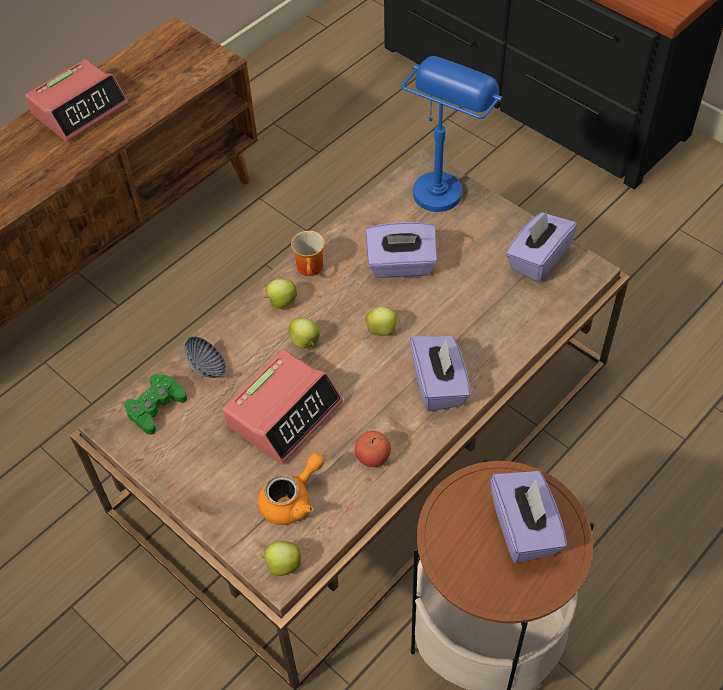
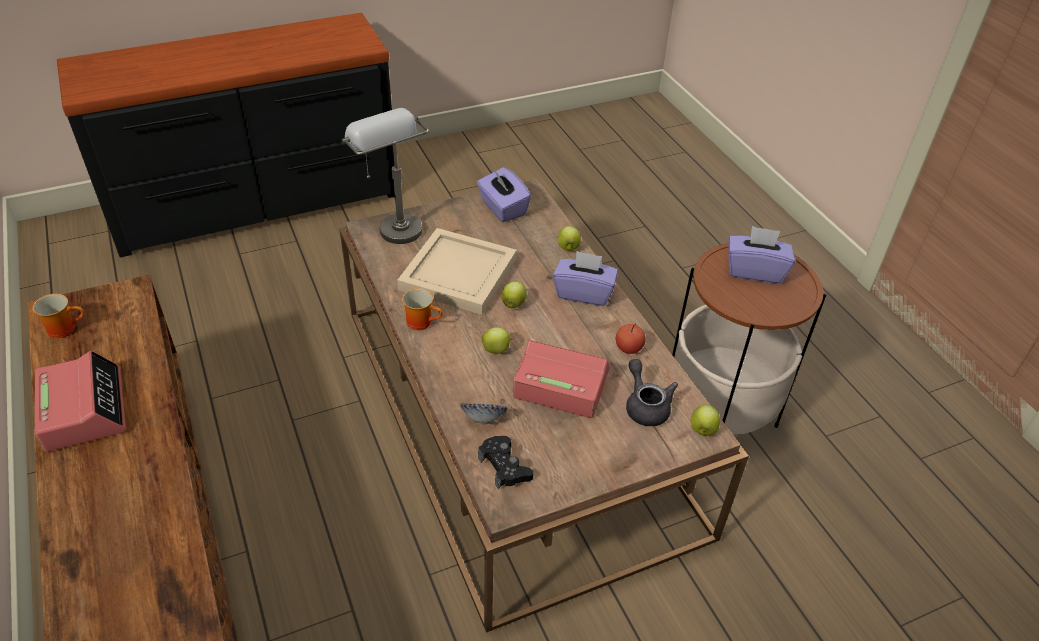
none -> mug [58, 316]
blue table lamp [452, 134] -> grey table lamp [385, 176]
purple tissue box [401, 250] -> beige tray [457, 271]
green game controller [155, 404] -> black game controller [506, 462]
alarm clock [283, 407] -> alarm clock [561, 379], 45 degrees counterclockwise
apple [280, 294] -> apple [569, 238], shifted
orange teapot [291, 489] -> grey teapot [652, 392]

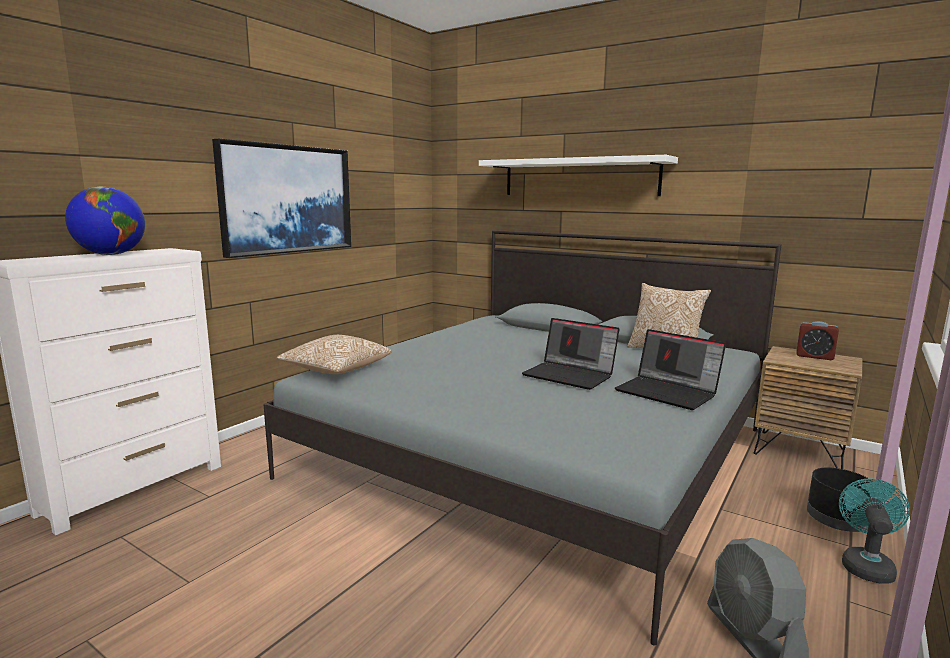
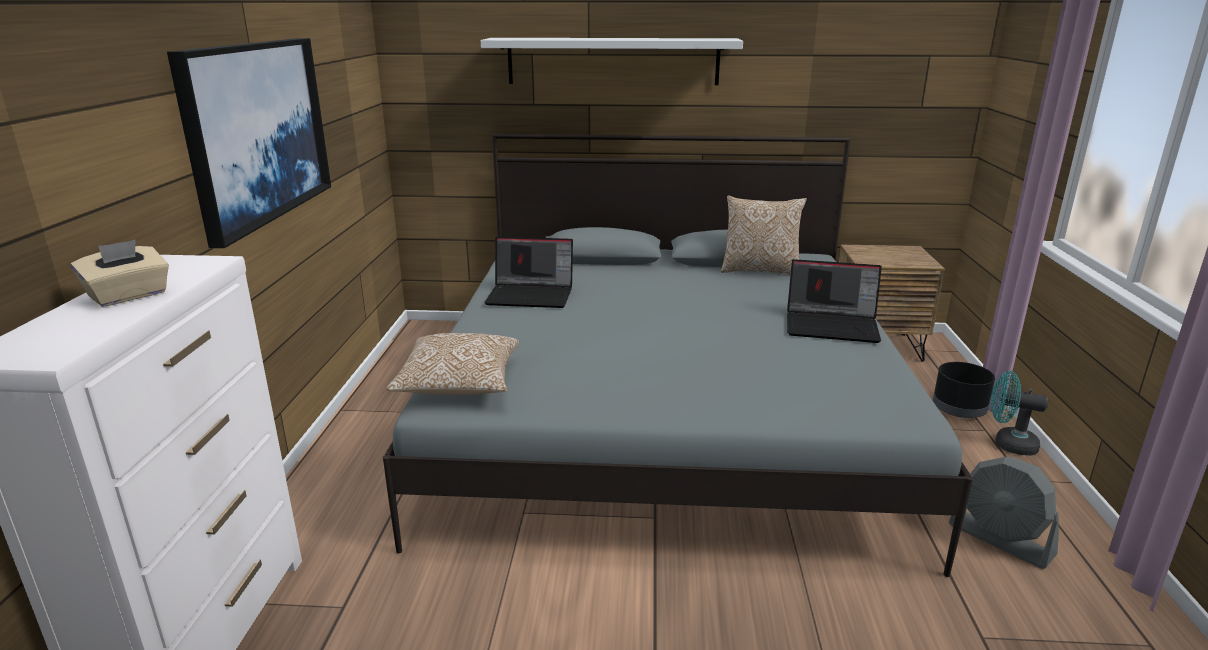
globe [105, 221] -> beige tissue box [120, 273]
laptop [571, 354] -> laptop [528, 272], shifted
turquoise fan [874, 531] -> turquoise fan [1019, 413], 60 degrees counterclockwise
alarm clock [817, 340] -> none

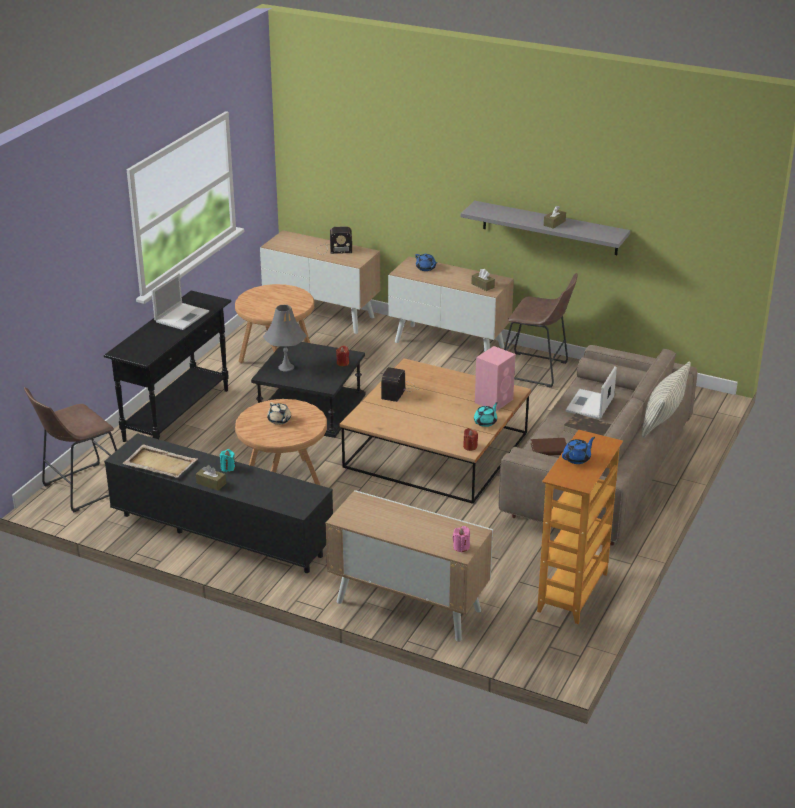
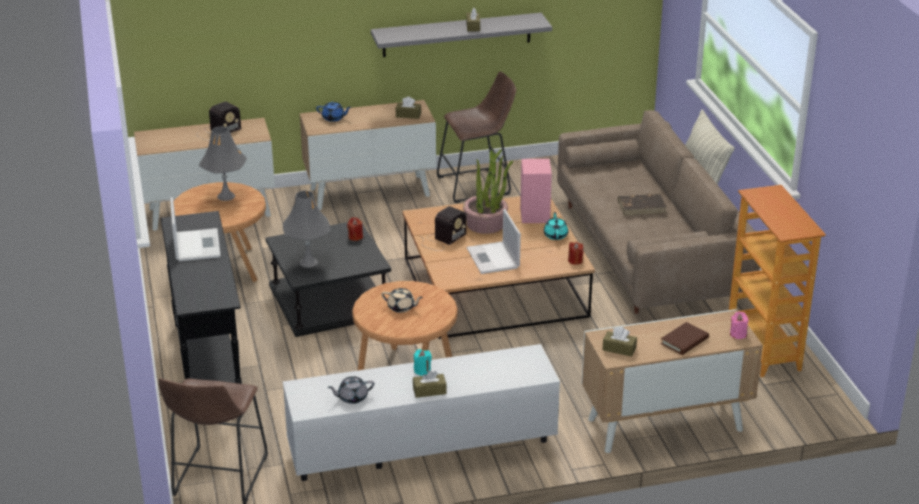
none -> grey table lamp [223, 163]
black tv stand [218, 503] -> white tv stand [421, 412]
beige tray [160, 461] -> grey teapot [351, 390]
radio [399, 384] -> radio [443, 228], 120 degrees counterclockwise
none -> potted plant [488, 191]
laptop [591, 392] -> laptop [494, 241], shifted
none -> brown tissue box [619, 342]
brown book [548, 447] -> brown book [684, 338], shifted
blue teapot [578, 450] -> none

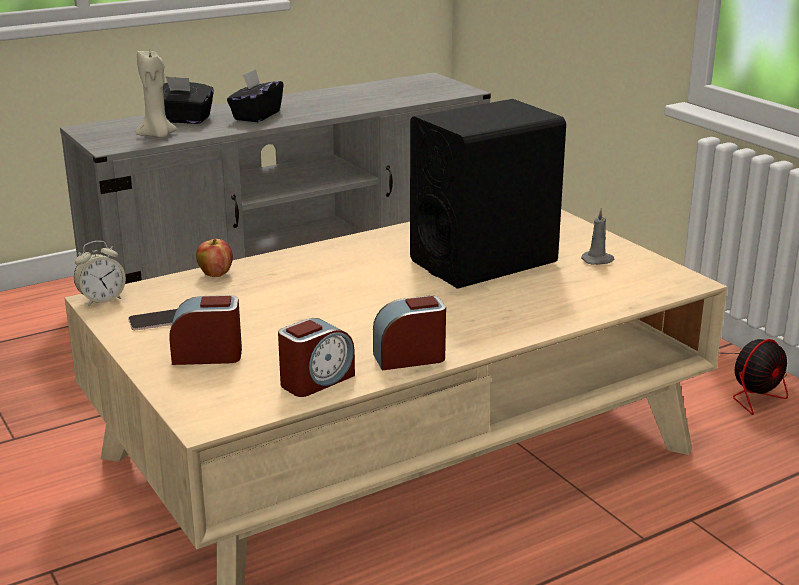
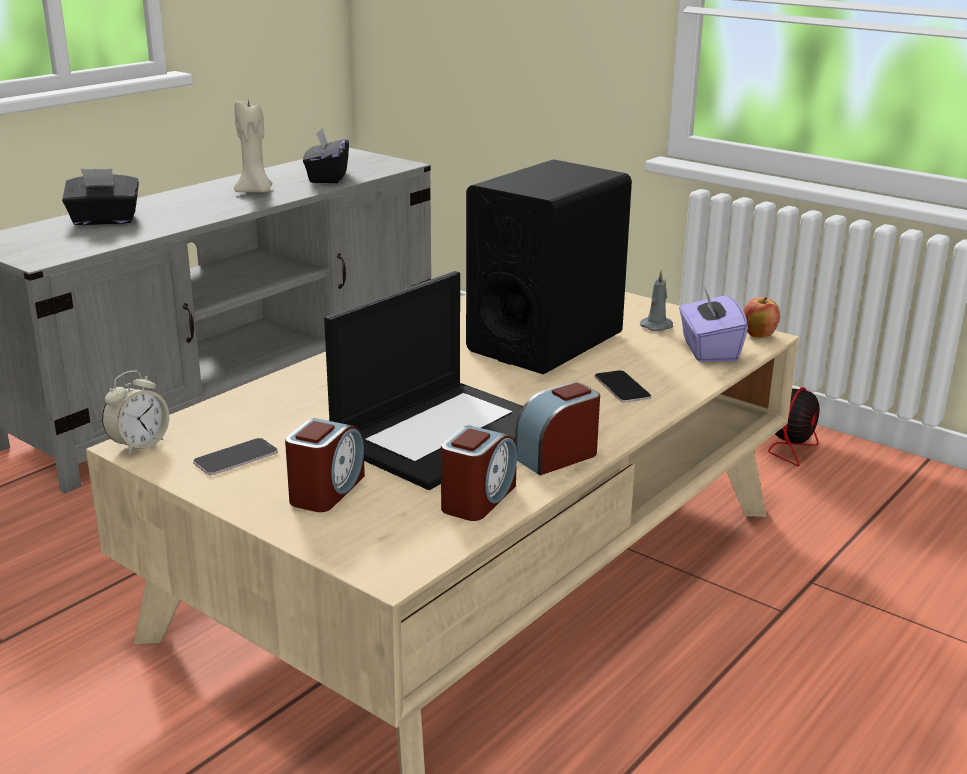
beige candle [156, 94] -> beige candle [253, 145], shifted
alarm clock [205, 330] -> alarm clock [325, 465], 135 degrees clockwise
black tissue box [255, 95] -> black tissue box [326, 155], shifted
none -> laptop [423, 380]
none -> phone [623, 386]
none -> purple tissue box [713, 323]
apple [214, 258] -> apple [761, 317], shifted

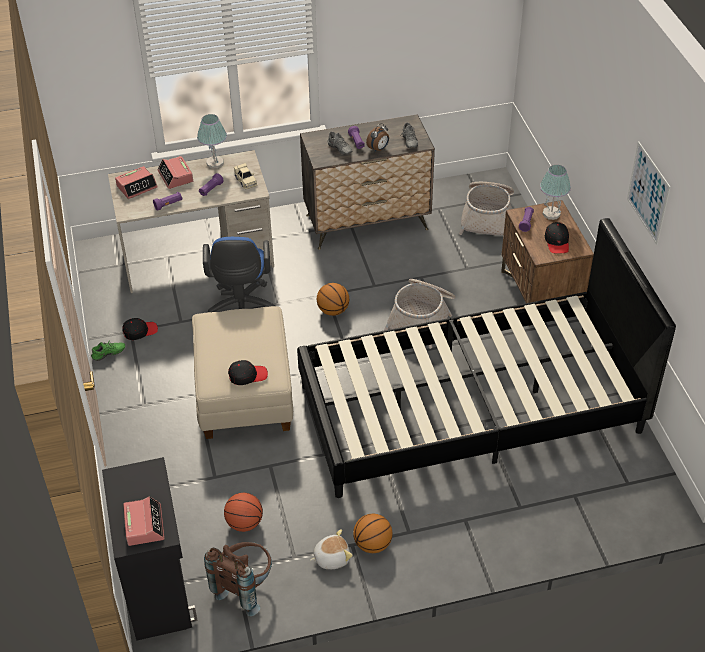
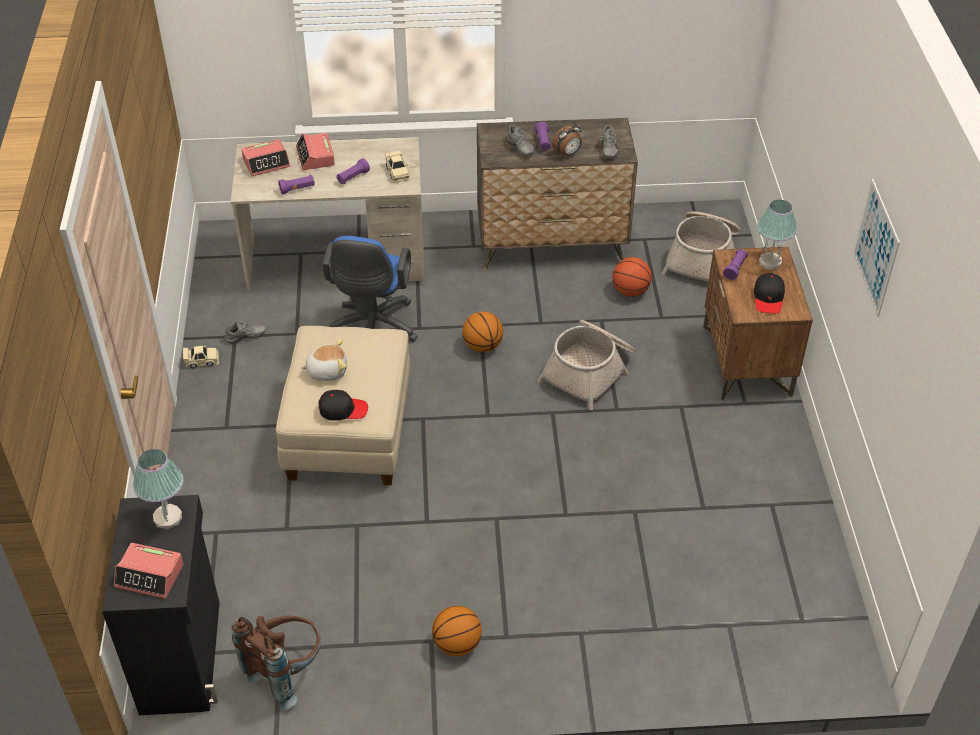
alarm clock [143, 521] -> alarm clock [148, 571], 105 degrees clockwise
table lamp [212, 141] -> table lamp [158, 489], shifted
green shoe [108, 351] -> beige toy car [201, 356]
black cap [140, 329] -> grey shoe [245, 332]
plush toy [331, 549] -> plush toy [323, 360], shifted
basketball [243, 512] -> basketball [632, 277], shifted
black bed [486, 358] -> none

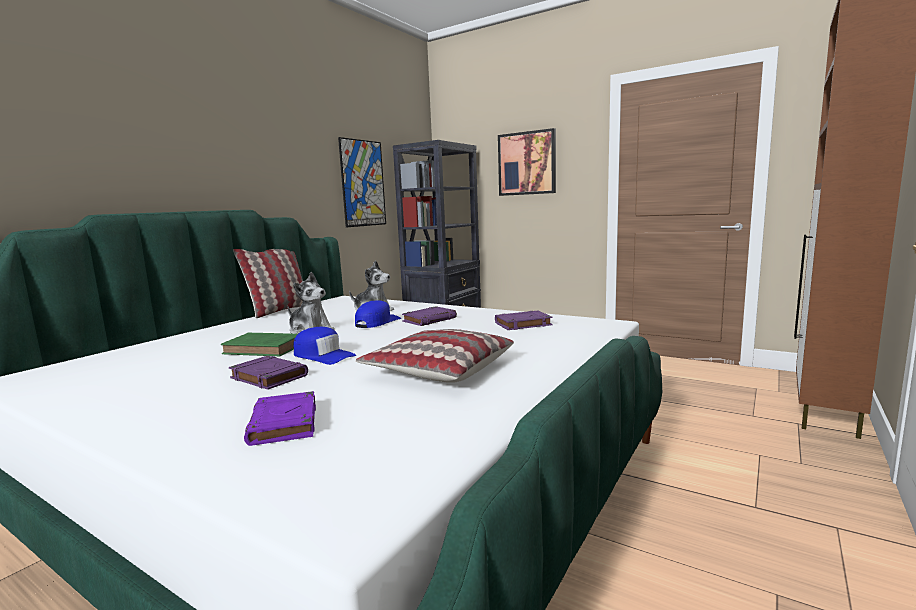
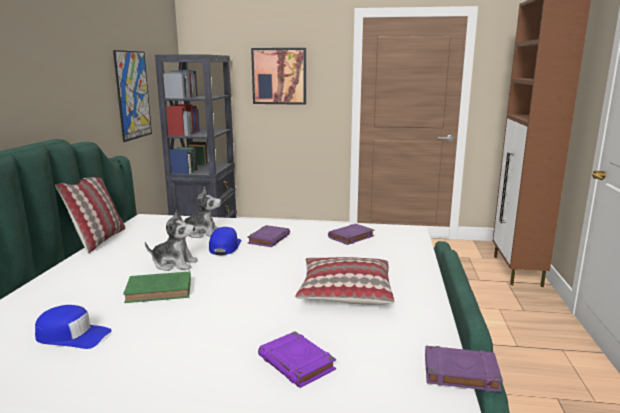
blue cap [325, 346] -> blue cap [73, 327], shifted
purple book [268, 373] -> purple book [464, 369], shifted

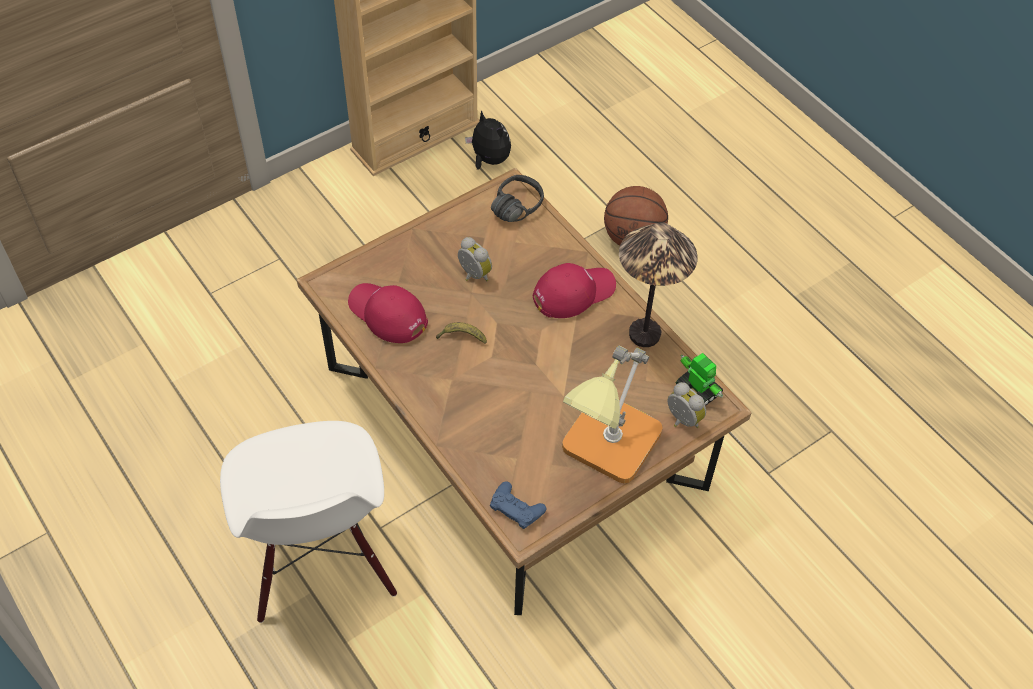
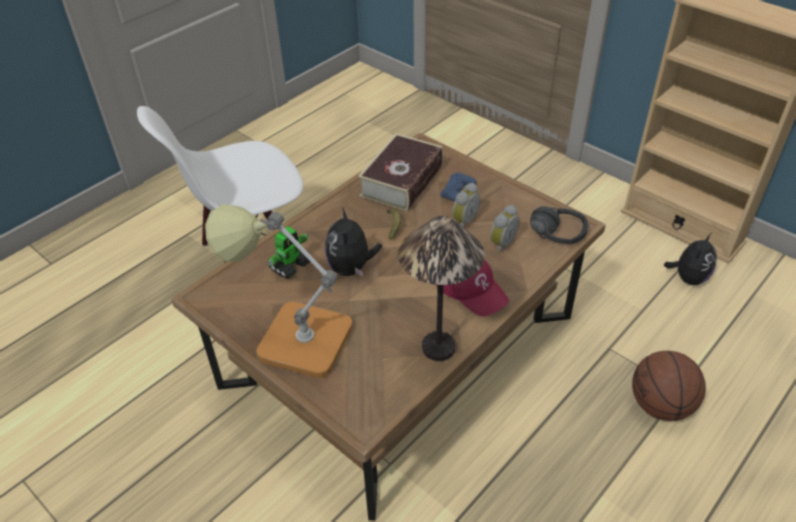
toy robot [699, 379] -> toy robot [289, 252], shifted
none -> plush toy [353, 242]
red cap [388, 313] -> book [400, 172]
blue game controller [518, 505] -> blue game controller [458, 187], shifted
alarm clock [686, 405] -> alarm clock [504, 229], shifted

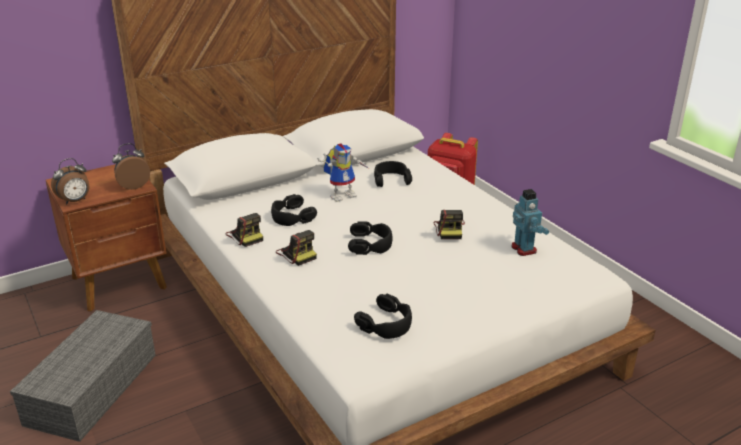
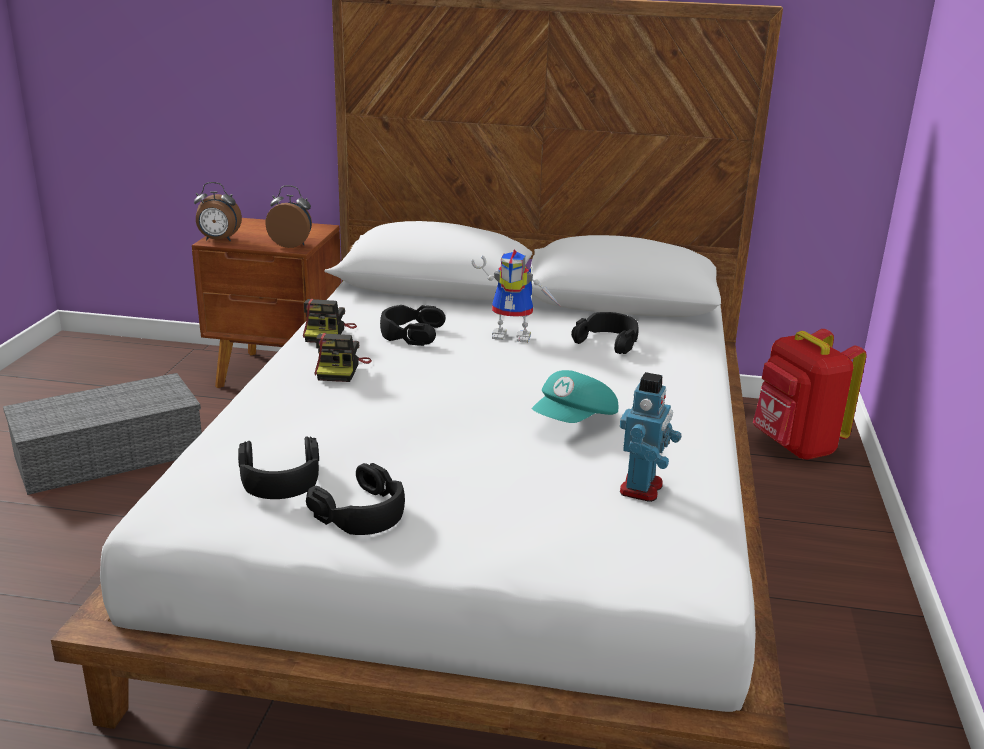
black headphones [370, 238] -> black headphones [355, 499], shifted
photo camera [449, 224] -> turquoise cap [575, 396]

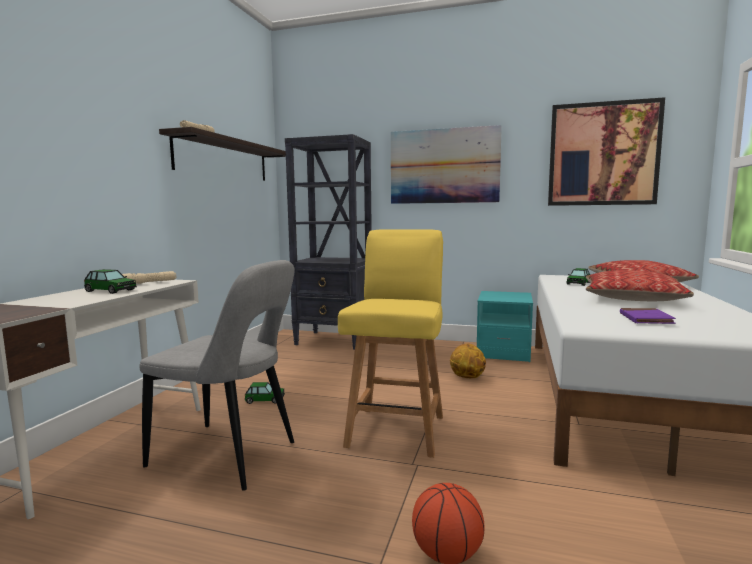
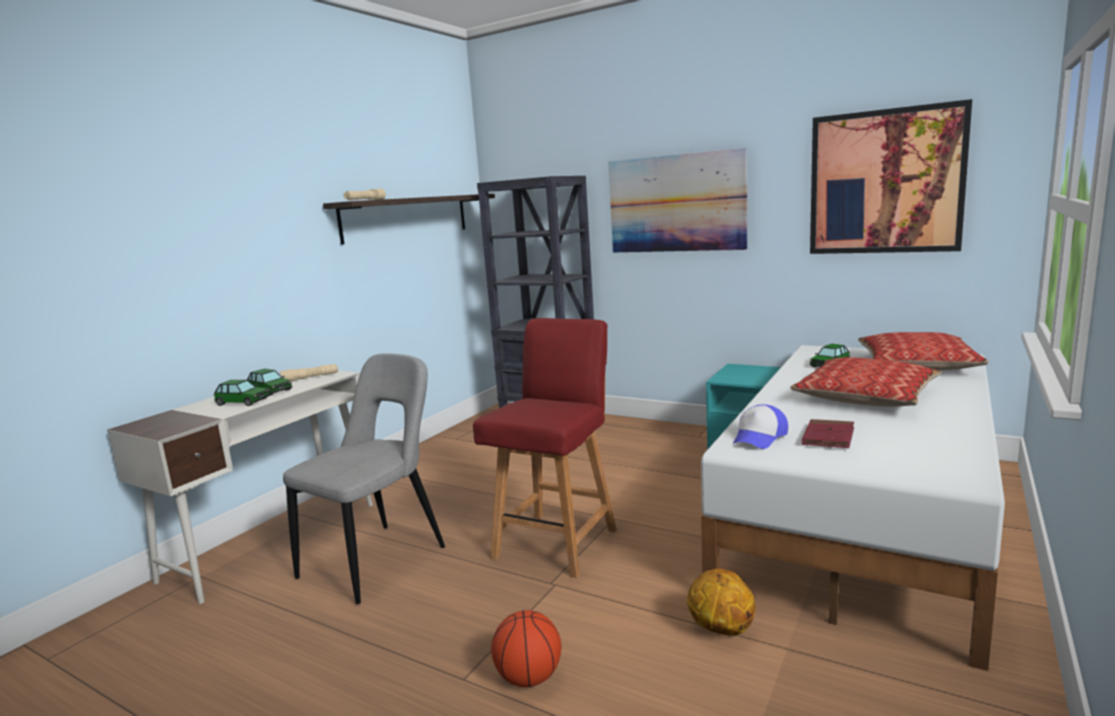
toy car [265, 393] -> toy car [242, 393], shifted
grey chair [217, 375] -> grey chair [364, 478], 90 degrees counterclockwise
yellow chair [390, 343] -> red chair [545, 448]
basketball [468, 360] -> basketball [721, 602], shifted
none -> cap [760, 426]
purple book [648, 316] -> red book [828, 433]

